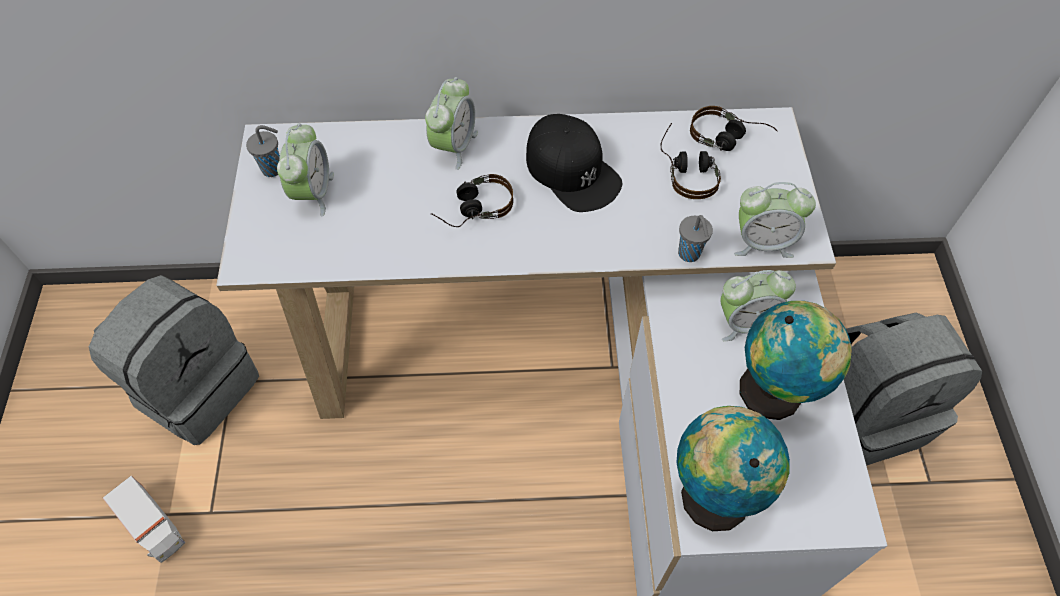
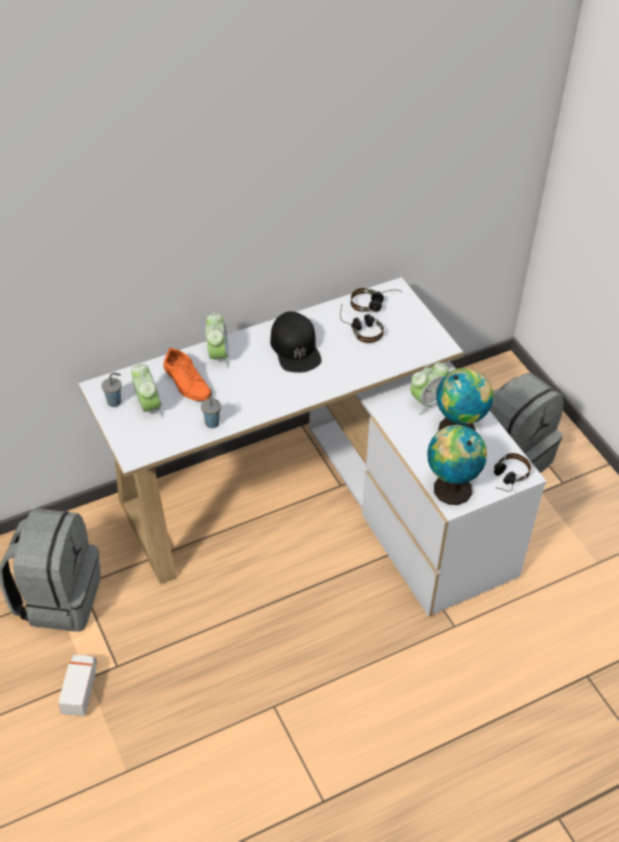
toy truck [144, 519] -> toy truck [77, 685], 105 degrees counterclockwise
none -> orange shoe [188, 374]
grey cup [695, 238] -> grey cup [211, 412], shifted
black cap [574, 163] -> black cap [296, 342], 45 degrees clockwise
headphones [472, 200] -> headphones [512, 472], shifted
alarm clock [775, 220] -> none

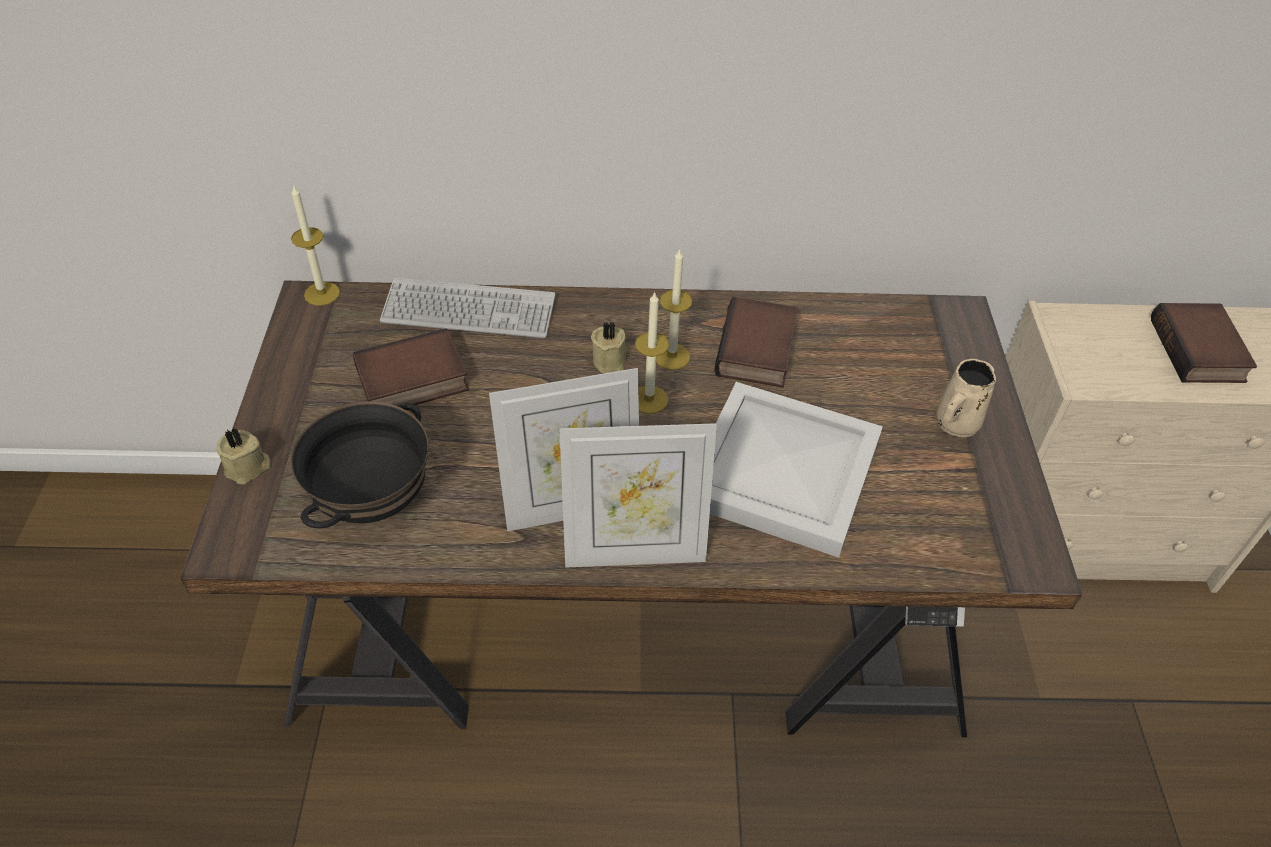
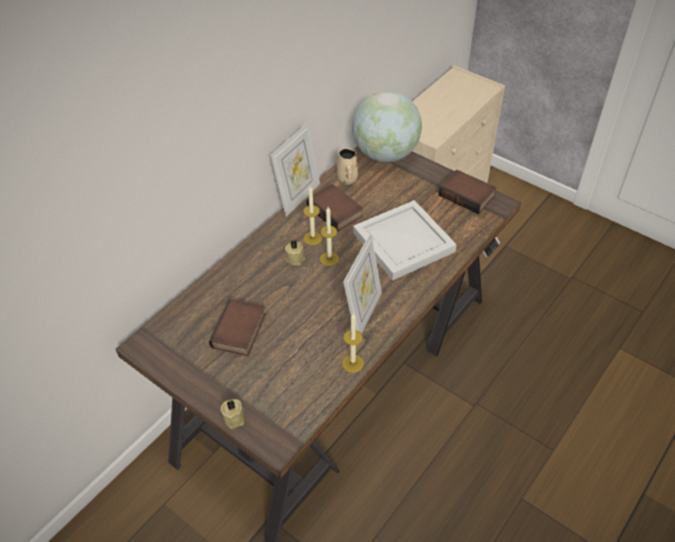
picture frame [638, 495] -> picture frame [295, 170], shifted
beige mug [966, 398] -> beige mug [347, 166], shifted
candle [315, 244] -> candle [353, 343], shifted
none -> globe [387, 126]
book [1204, 343] -> book [467, 192], shifted
black bowl [359, 465] -> none
keyboard [467, 308] -> none

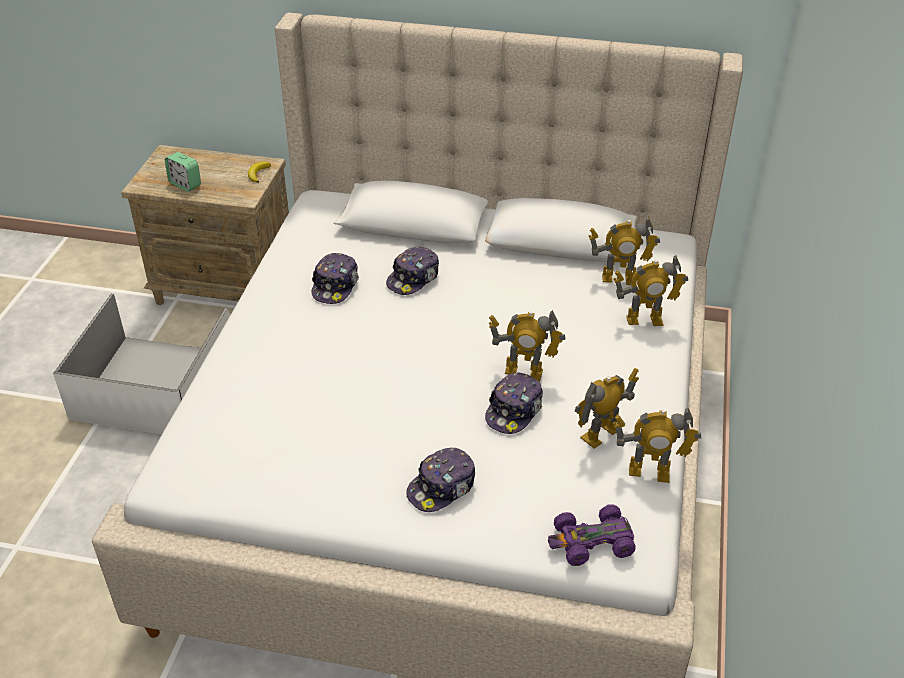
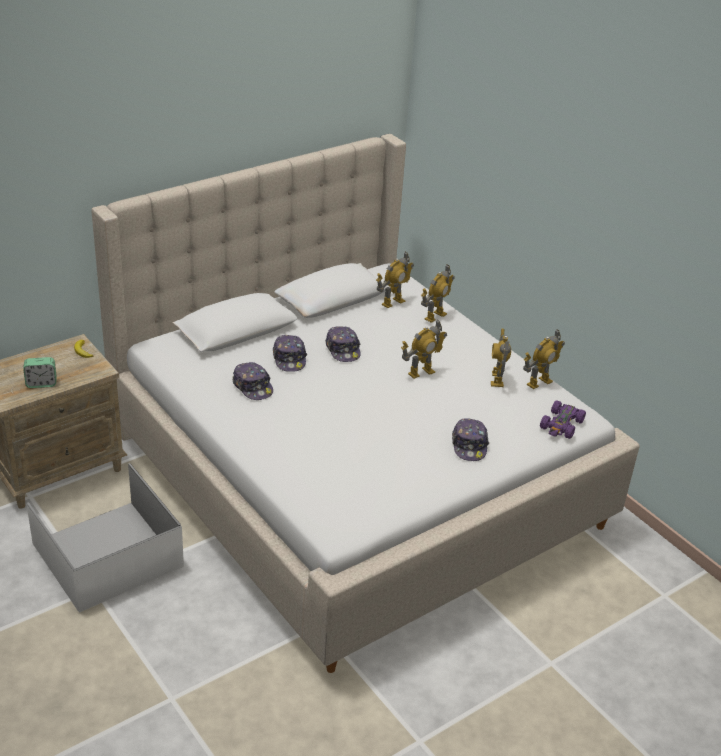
cap [514, 403] -> cap [343, 344], shifted

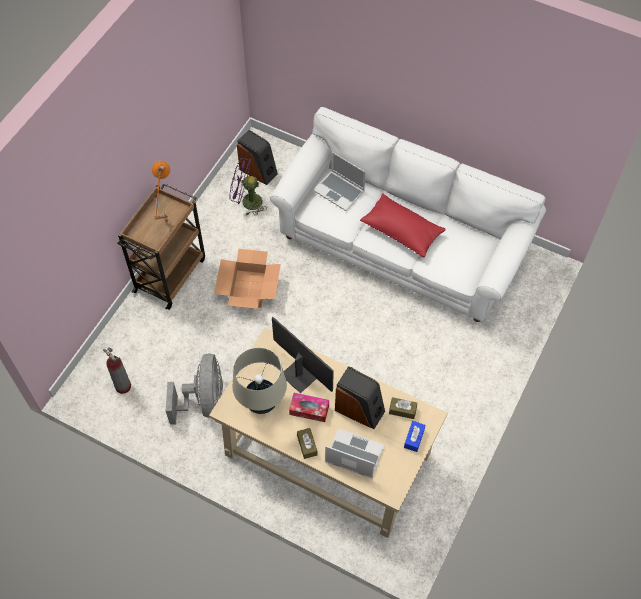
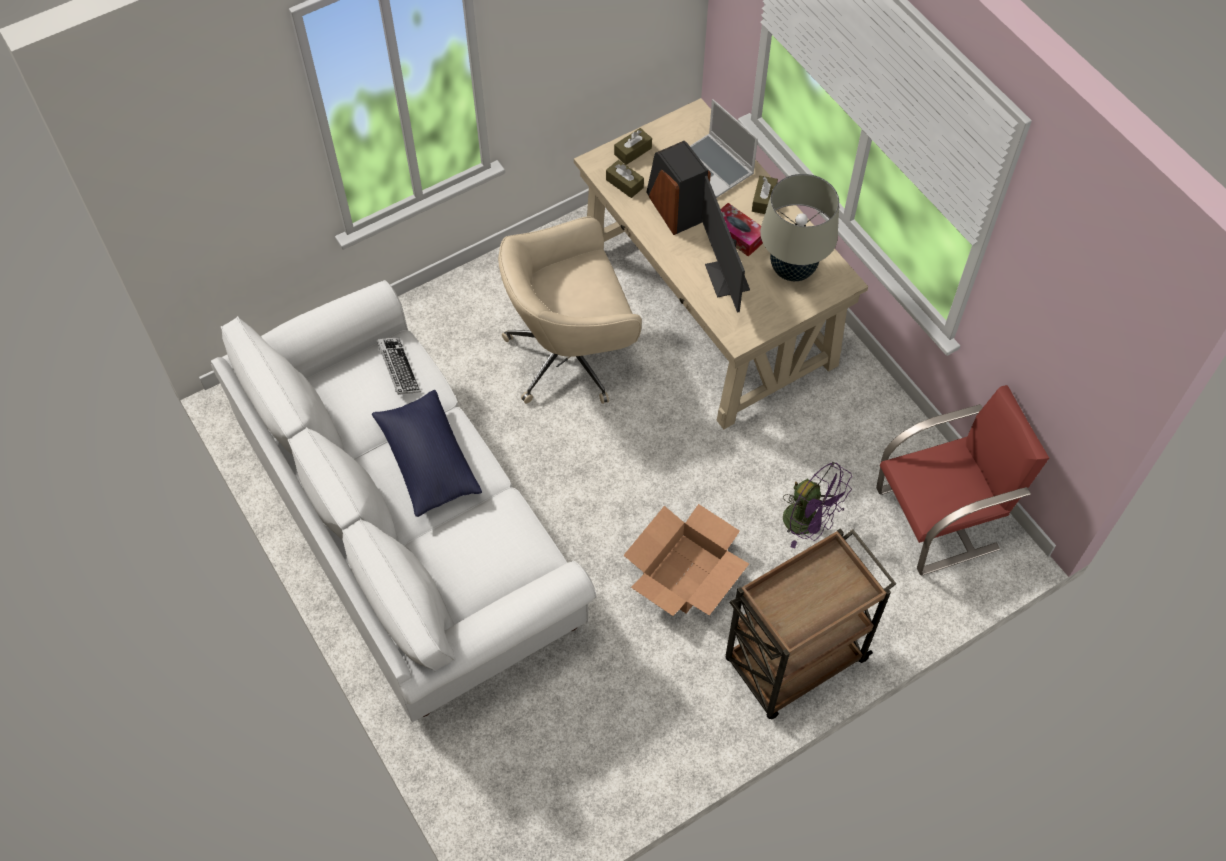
red pillow [403, 226] -> blue pillow [427, 453]
none -> keyboard [399, 366]
none -> beige office chair [570, 310]
blue tissue box [415, 436] -> brown tissue box [633, 146]
purple fan [247, 187] -> purple fan [817, 505], shifted
fire extinguisher [117, 370] -> red chair [962, 480]
orange table lamp [161, 191] -> none
grey fan [194, 389] -> none
speaker [257, 157] -> none
laptop [339, 181] -> none

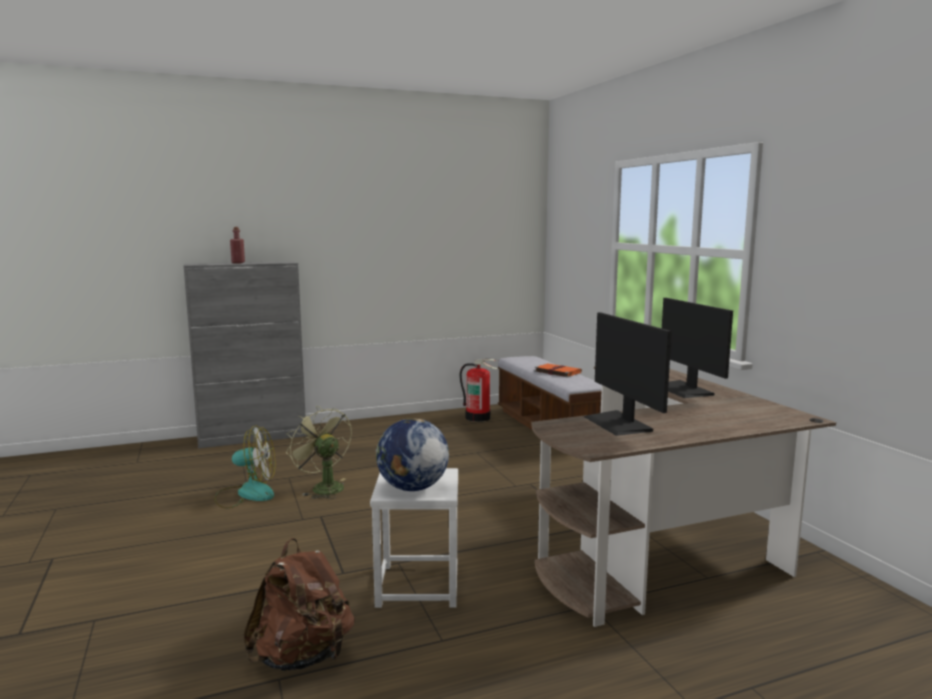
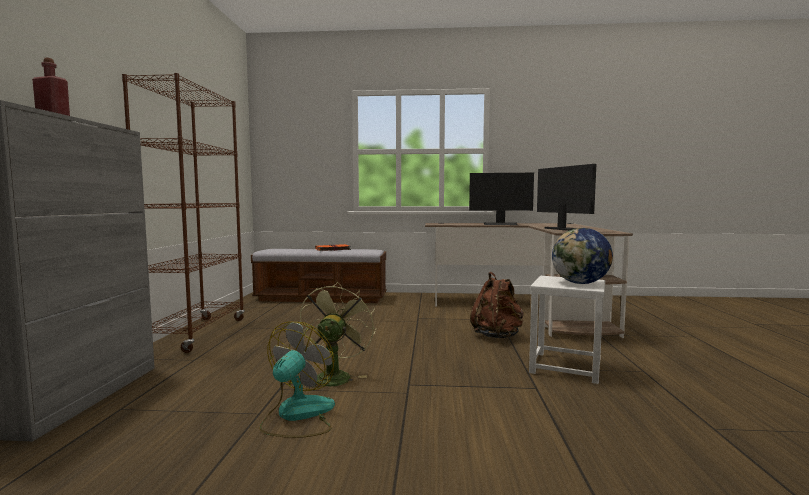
none -> brown bookcase [183, 213]
green fan [319, 452] -> green fan [338, 335], 120 degrees clockwise
brown backpack [299, 604] -> brown backpack [497, 305], shifted
monitor [627, 374] -> monitor [566, 197], 120 degrees counterclockwise
fire extinguisher [479, 390] -> none

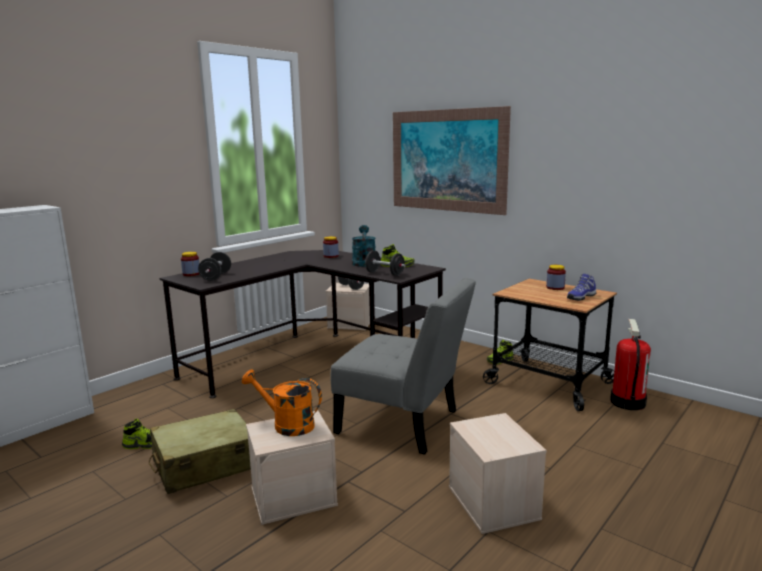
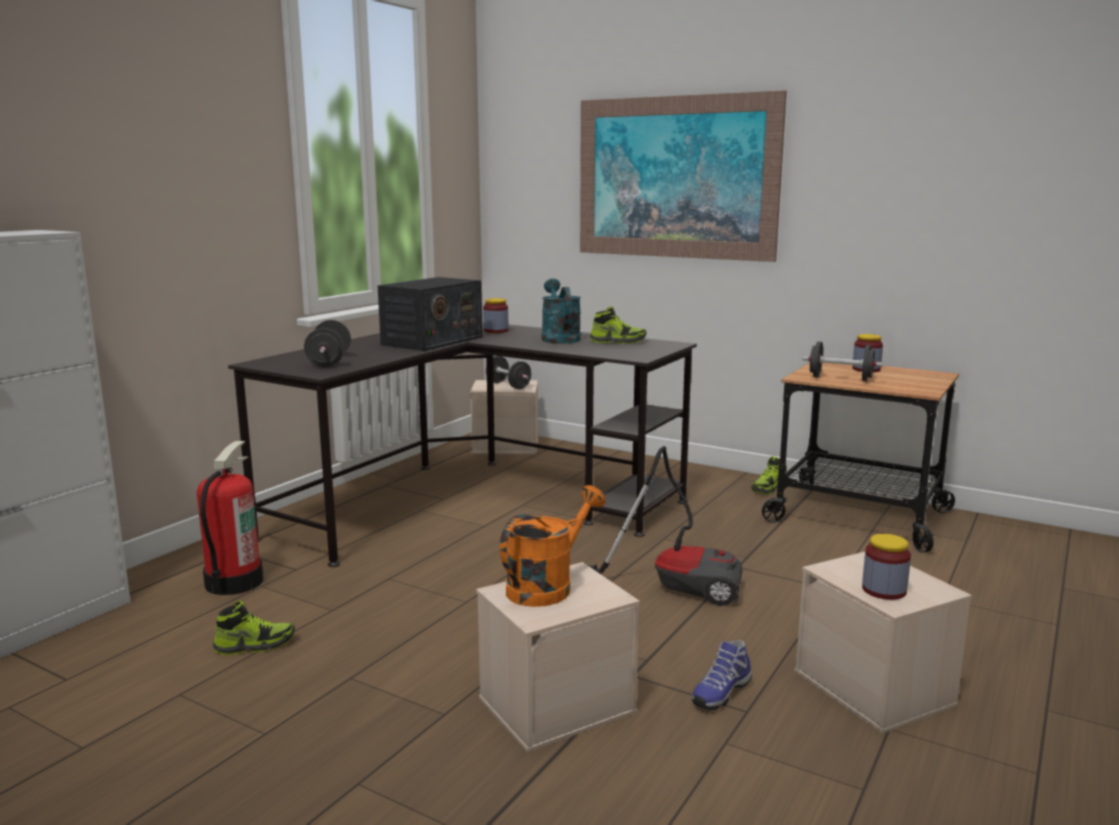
fire extinguisher [630, 364] -> fire extinguisher [230, 518], shifted
none -> radio [430, 314]
orange watering can [282, 403] -> orange watering can [553, 546], 120 degrees clockwise
grey chair [403, 366] -> vacuum cleaner [665, 526]
shoe [581, 287] -> shoe [722, 675], shifted
black dumbbell [385, 263] -> black dumbbell [843, 362], shifted
jar [190, 264] -> jar [886, 567], shifted
beige suitcase [200, 451] -> none

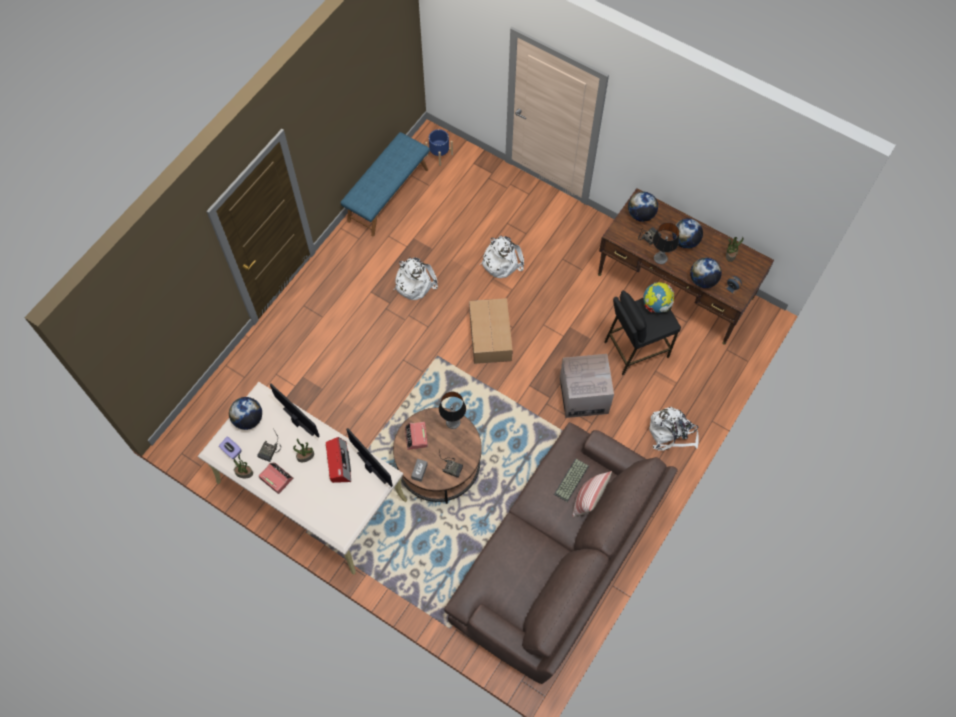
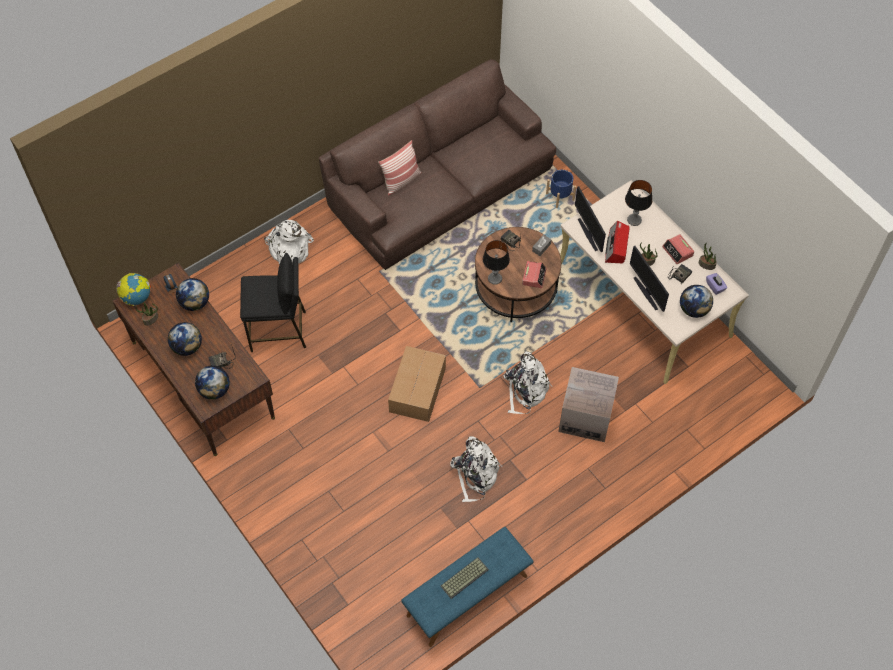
globe [659, 297] -> globe [134, 289], shifted
keyboard [571, 480] -> keyboard [465, 578], shifted
white backpack [502, 256] -> white backpack [527, 382], shifted
blue planter [439, 147] -> blue planter [561, 189], shifted
cardboard box [587, 386] -> cardboard box [588, 404], shifted
table lamp [666, 243] -> table lamp [638, 203], shifted

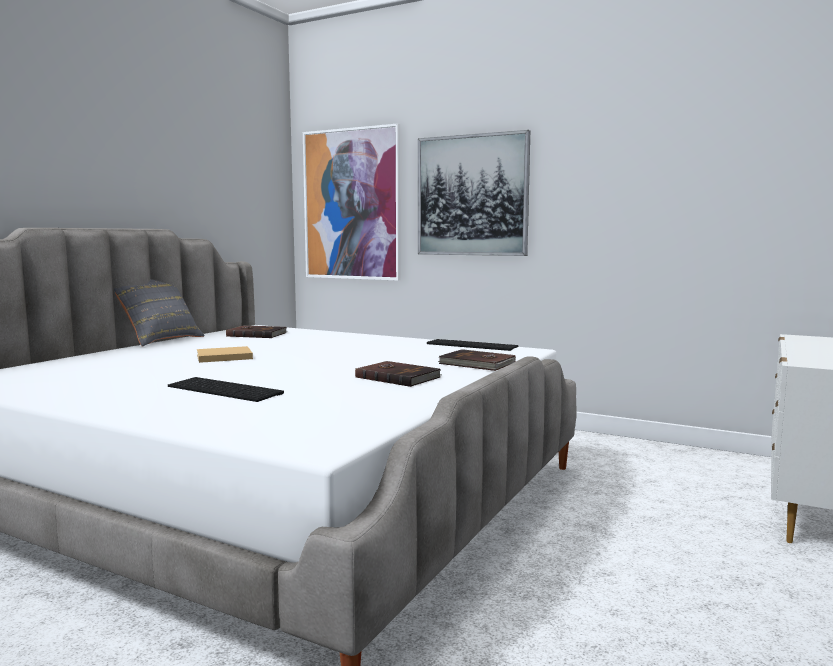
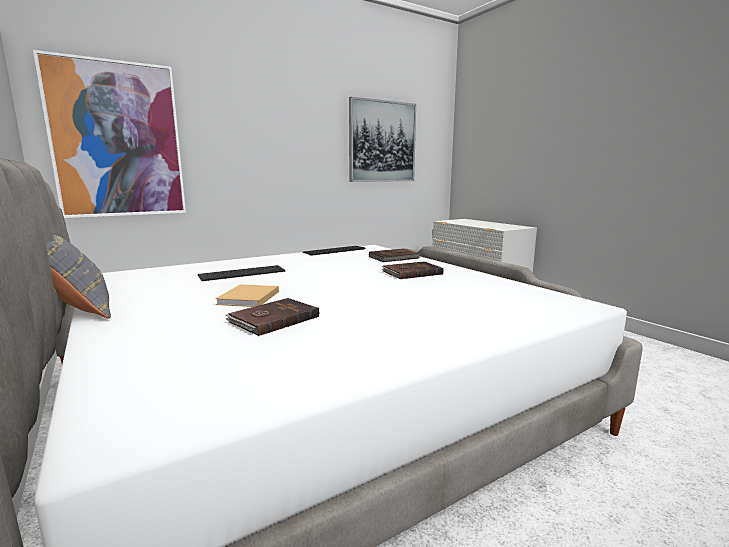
keyboard [226, 389] -> keyboard [241, 273], shifted
brown book [256, 331] -> brown book [272, 317], shifted
picture [474, 193] -> picture [382, 139], shifted

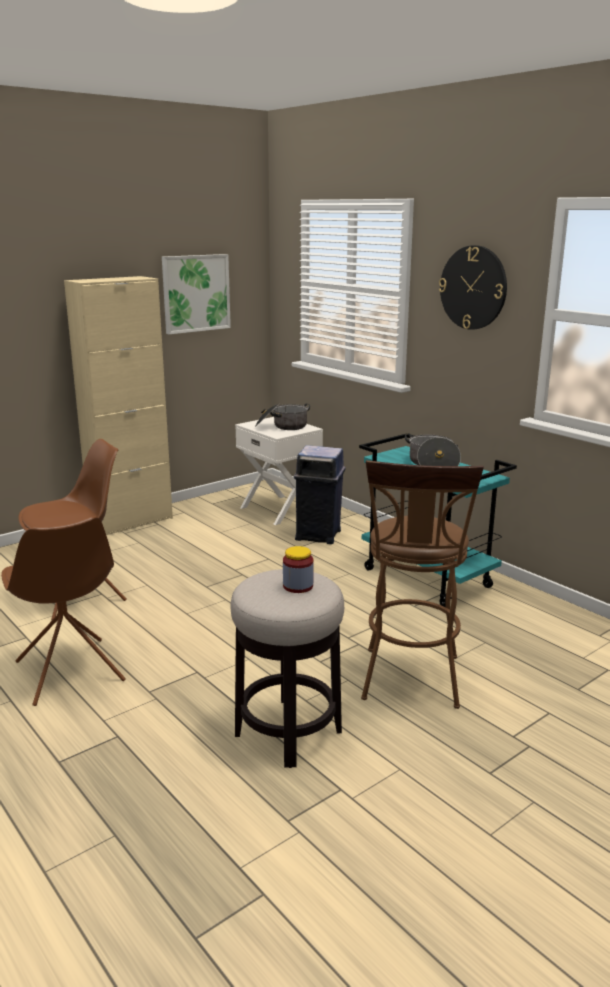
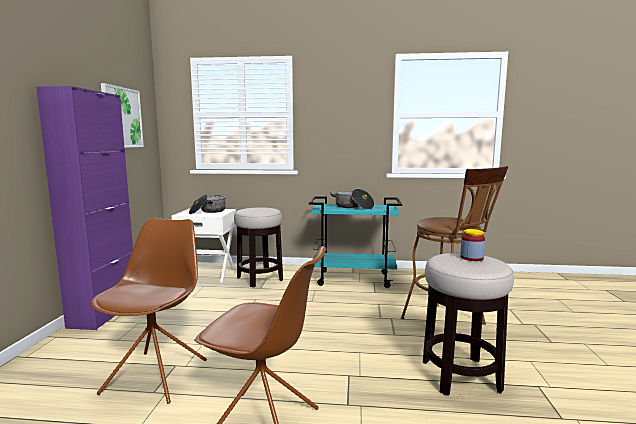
beige cabinet [118, 405] -> purple cabinet [84, 208]
blue trash can [320, 494] -> stool [258, 247]
wall clock [473, 287] -> none

